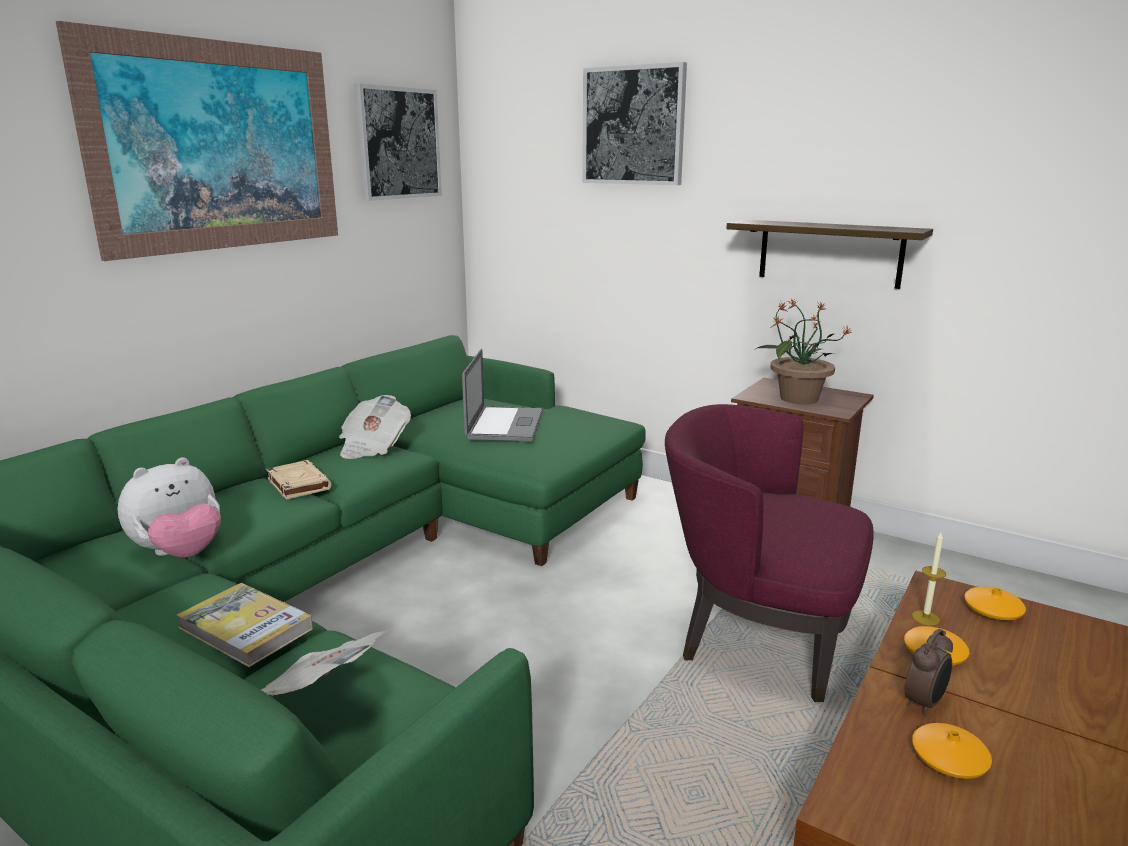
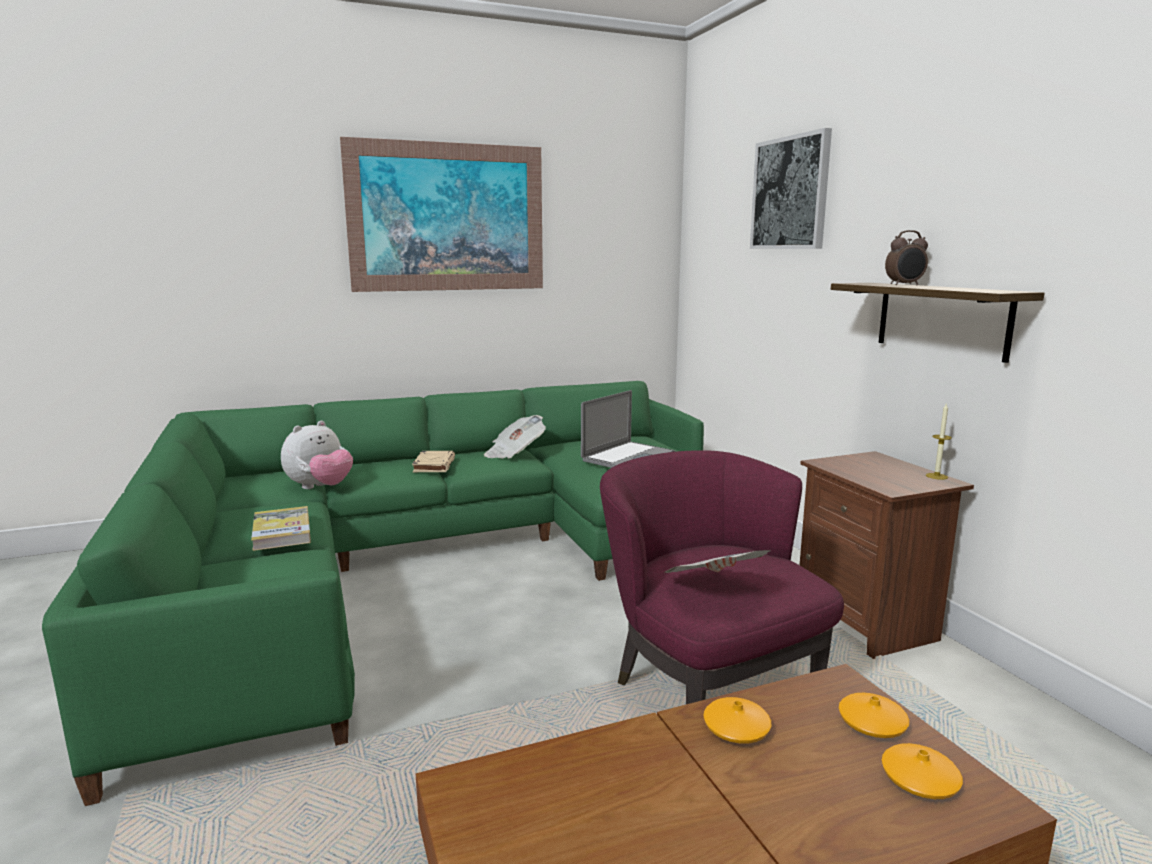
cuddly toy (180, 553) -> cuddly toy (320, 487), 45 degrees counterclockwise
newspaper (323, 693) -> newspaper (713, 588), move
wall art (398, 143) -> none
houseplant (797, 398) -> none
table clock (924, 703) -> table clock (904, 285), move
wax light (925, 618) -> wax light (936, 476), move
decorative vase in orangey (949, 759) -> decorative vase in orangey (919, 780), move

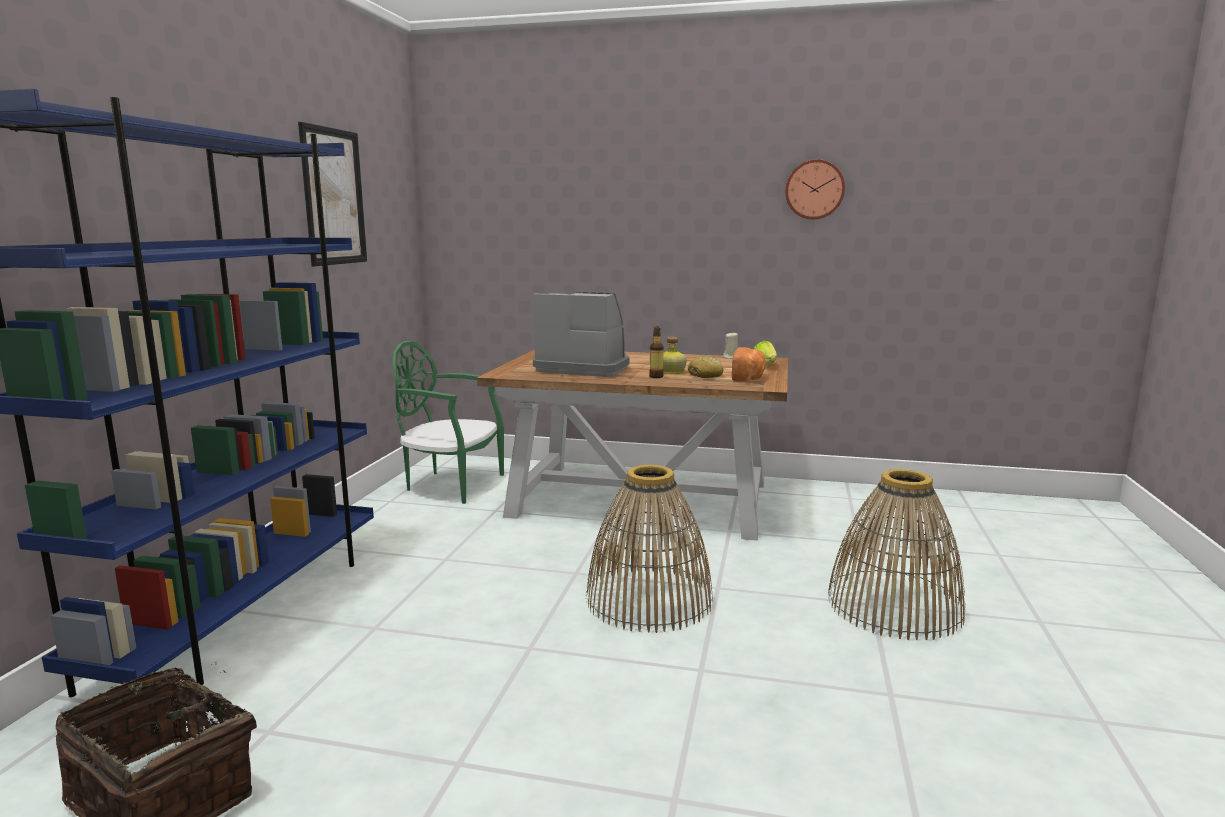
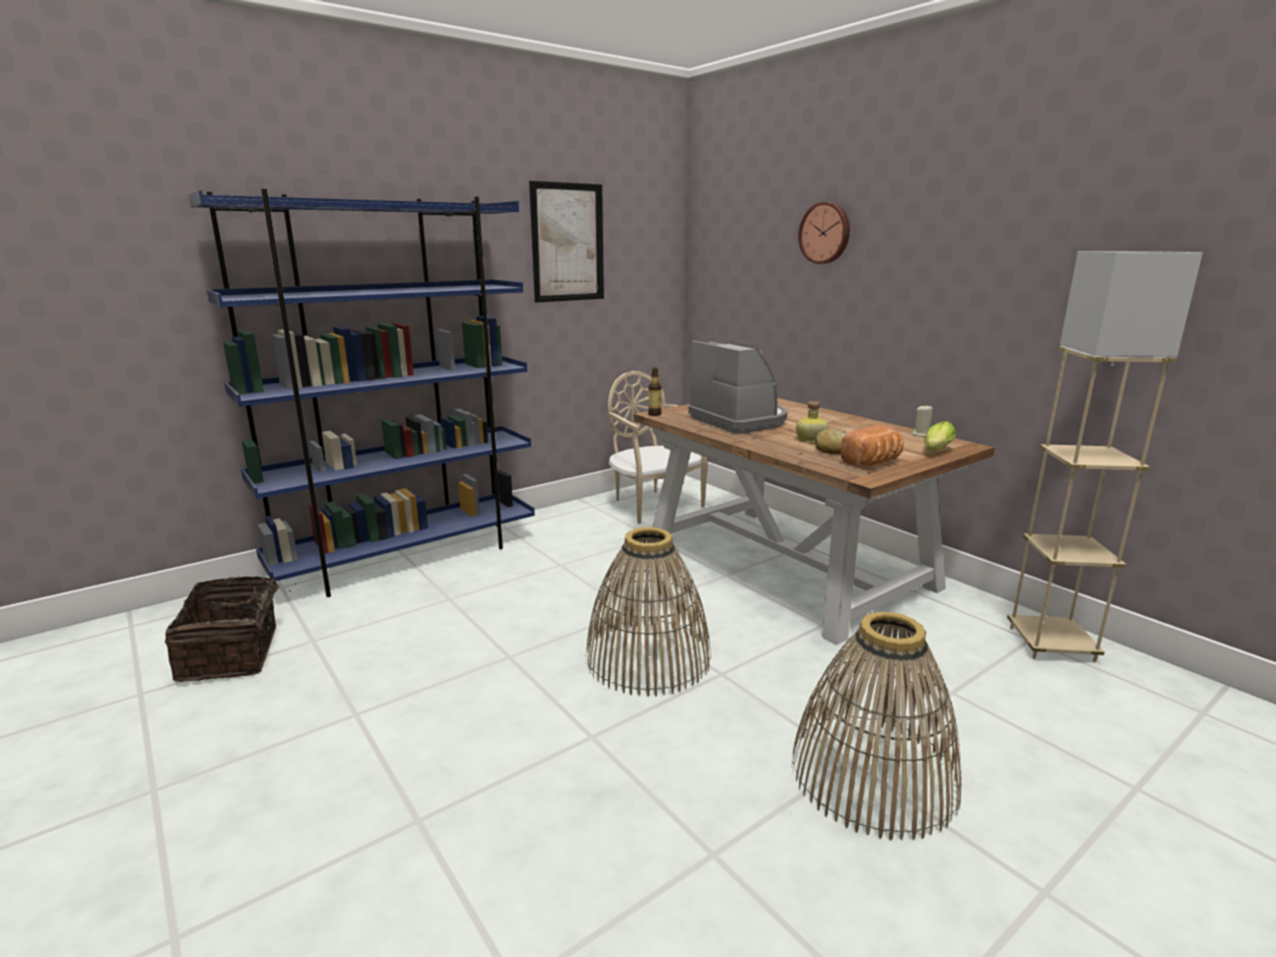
upright chair in green-coloured (451, 484) -> upright chair in sand-coloured (653, 504)
drink bottle (656, 377) -> drink bottle (654, 414), move
hanging clock (814, 189) -> hanging clock (825, 233), move
none -> standing lamp in sand-coloured (1051, 644)

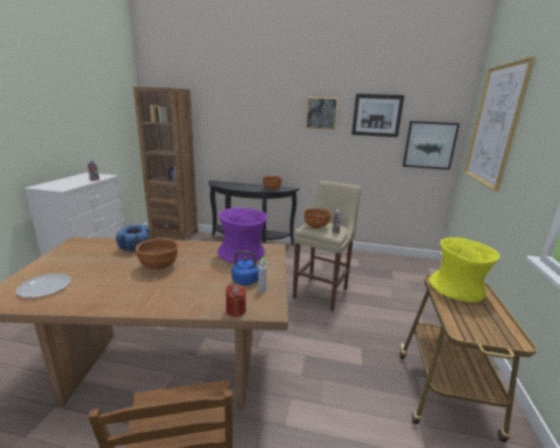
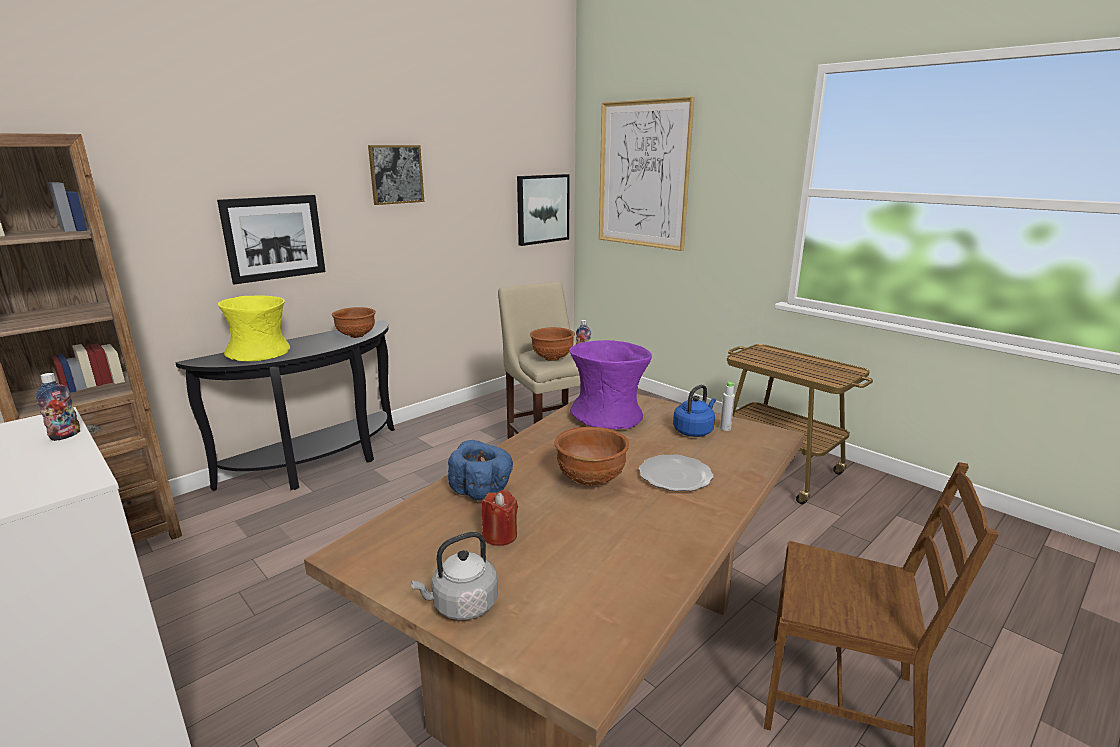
plate (45, 287) -> plate (676, 475), move
wax light in reddish (235, 310) -> wax light in reddish (500, 536), move
wall art (377, 115) -> wall art (274, 238), move
decorative vase in yellow (457, 289) -> decorative vase in yellow (260, 353), move
none -> water kettle in greyish (462, 606)

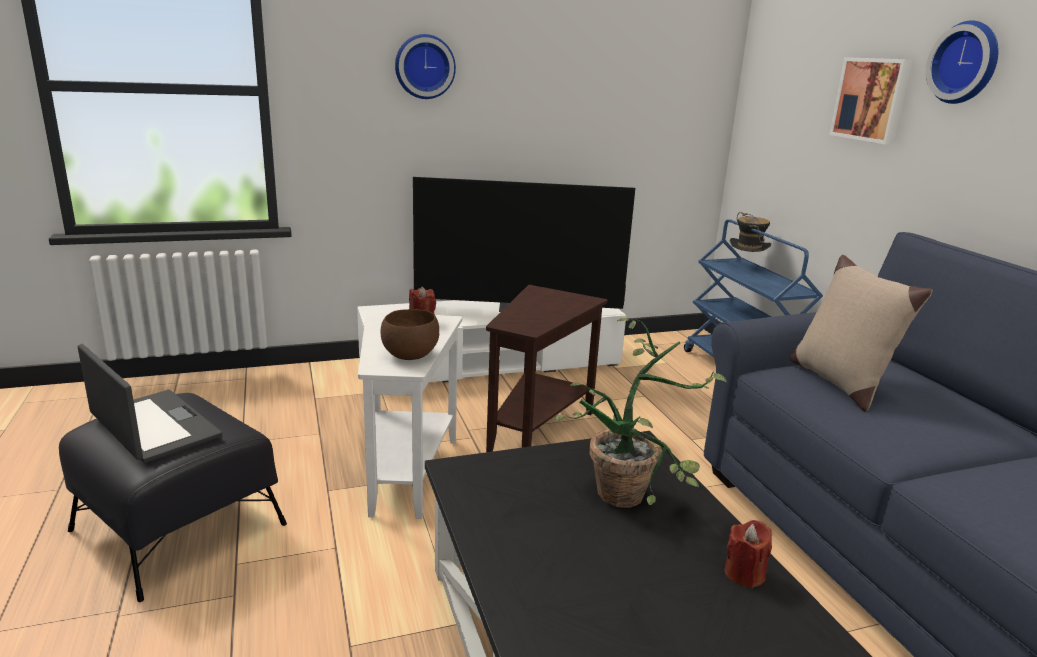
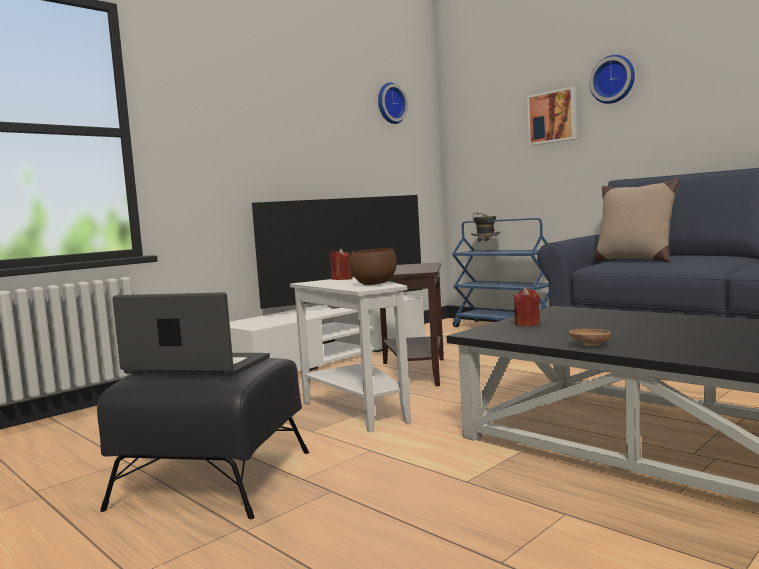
hanging clock (424, 66) -> hanging clock (390, 104), move
houseplant (633, 493) -> none
wax light in reddish (744, 574) -> wax light in reddish (527, 324), move
none -> serving bowl in brownish (590, 345)

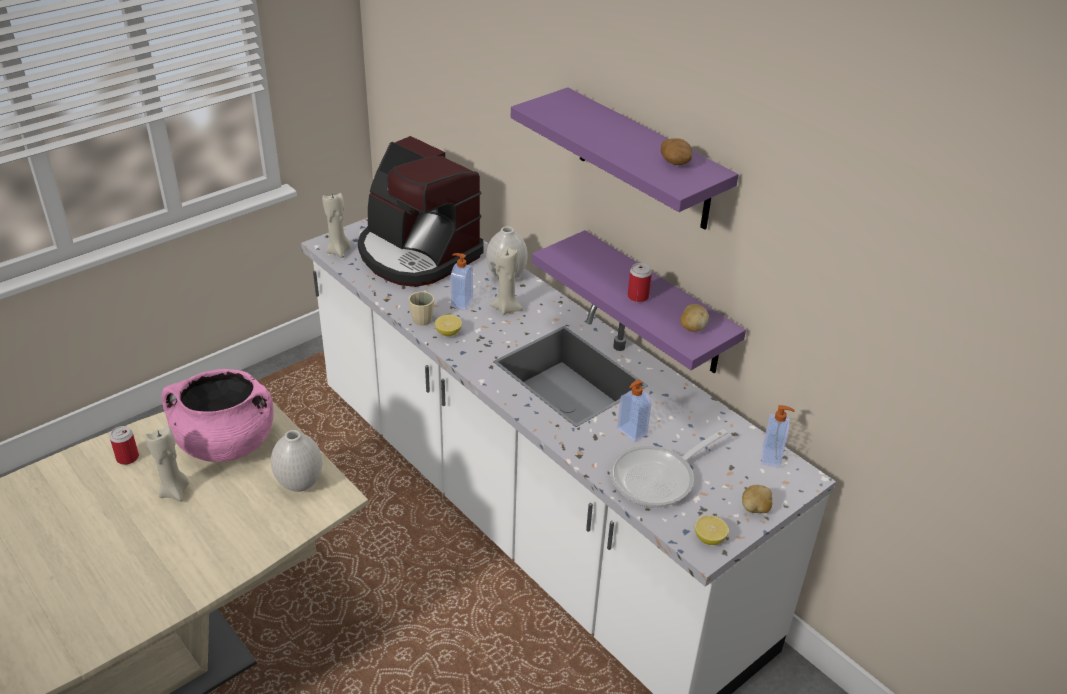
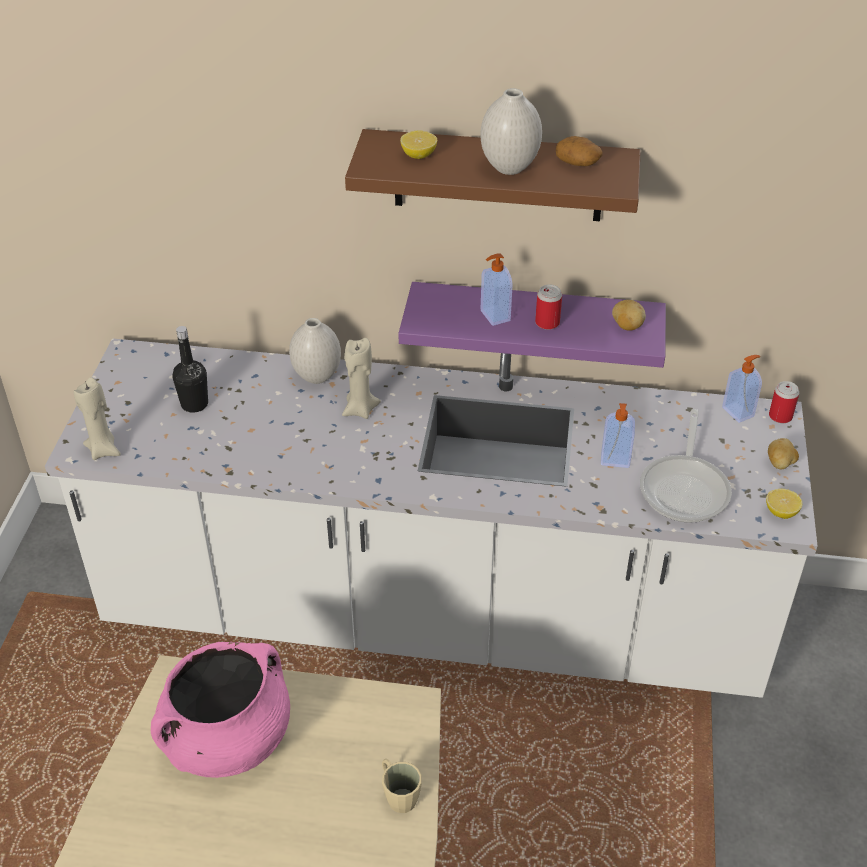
sealed can (127, 458) -> sealed can (780, 416), move
wax light in sand-coloured (175, 491) -> none
decorative vase in whitish (300, 484) -> decorative vase in whitish (510, 168), move
coffee maker (417, 254) -> drink bottle in blackish (194, 404)
tea mug in sand-coloured (423, 317) -> tea mug in sand-coloured (398, 795), move
lemon (448, 333) -> lemon (418, 155), move
soap dispenser (461, 302) -> soap dispenser (494, 316), move
shelf in purple (644, 160) -> shelf in brownish (498, 176)

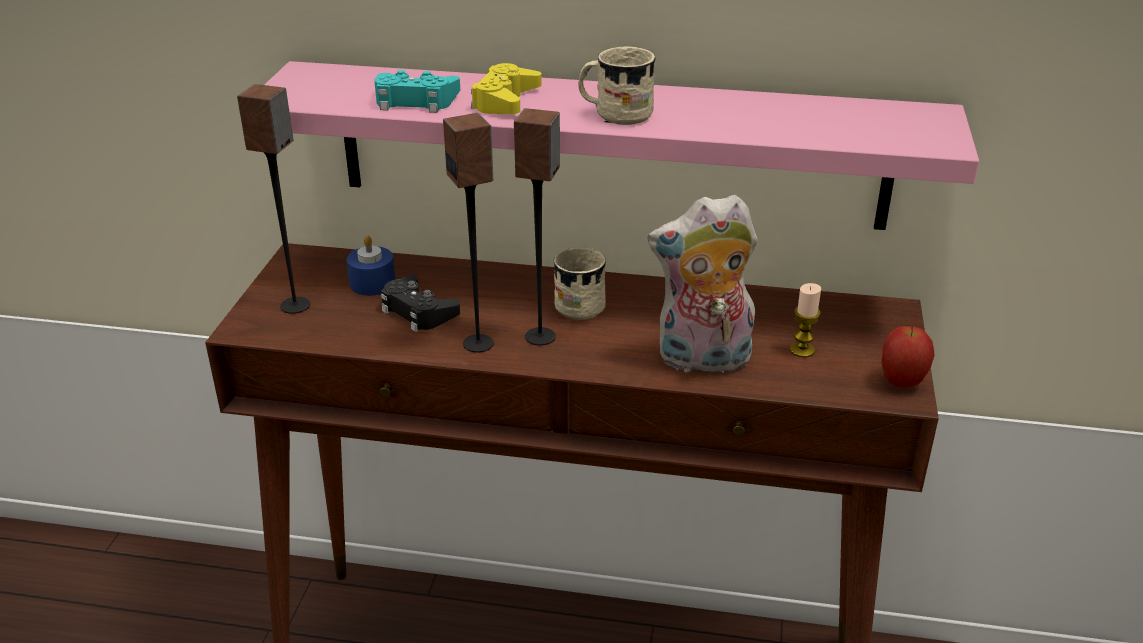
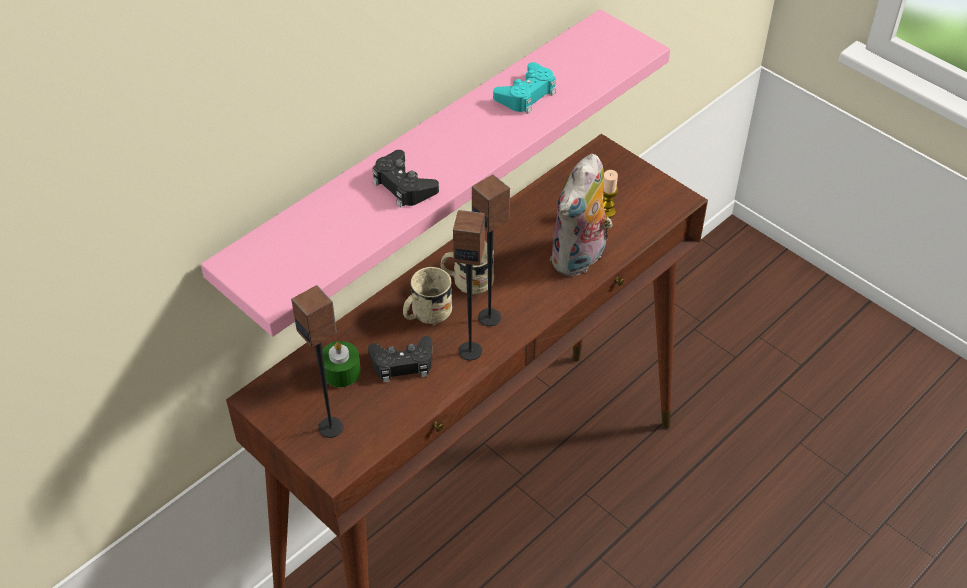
wax light in bluish (372, 283) -> wax light in green-coloured (341, 372)
gamepad in turquoise (415, 101) -> gamepad in turquoise (526, 94), move
gamepad in yellow (505, 101) -> gamepad in blackish (403, 185)
tea mug in sand-coloured (615, 114) -> tea mug in sand-coloured (426, 314), move
apple (901, 383) -> none

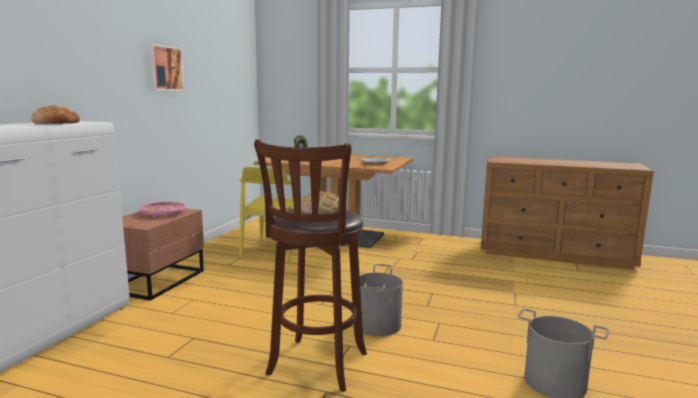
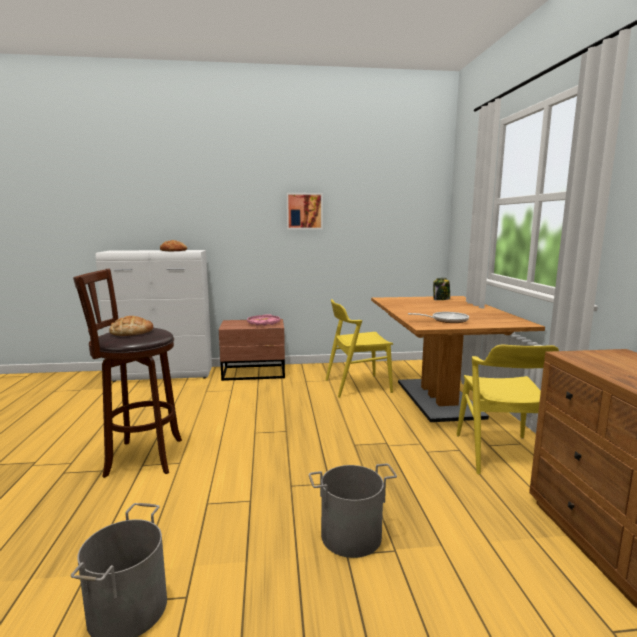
water bucket in greyish (378, 324) -> water bucket in greyish (351, 536), move
none -> upright chair in yellow (501, 454)

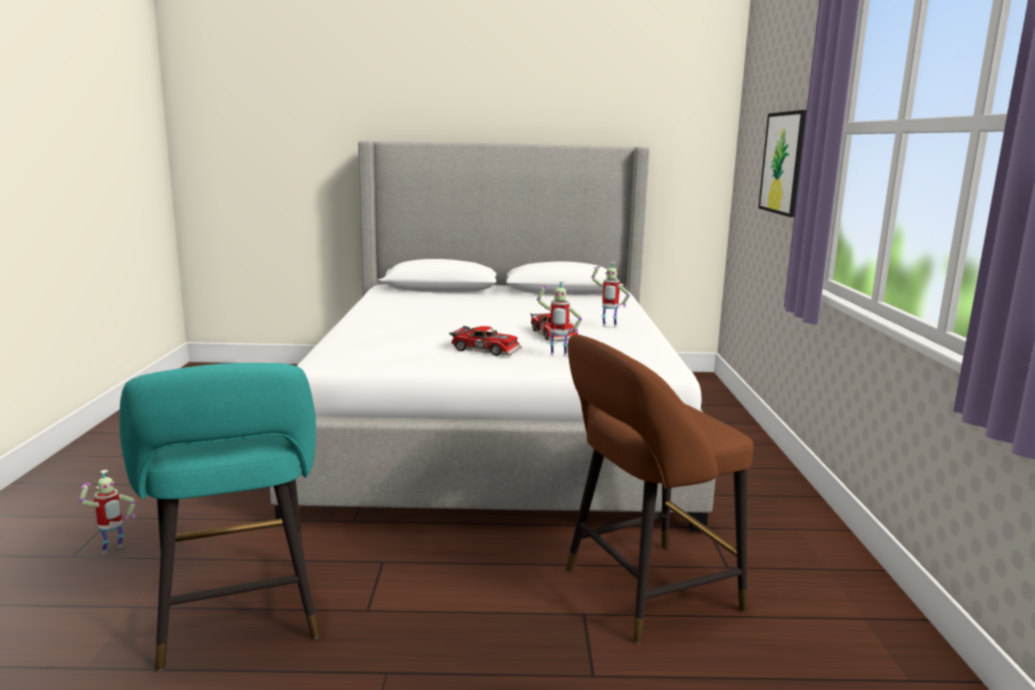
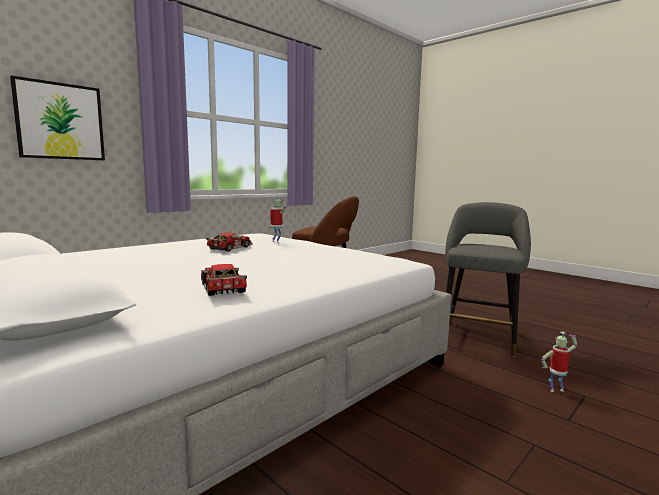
sitting stool in turquoise (238, 619) -> sitting stool in greyish (478, 336)
model car (486, 349) -> model car (220, 288), move
robot figure (608, 327) -> none

